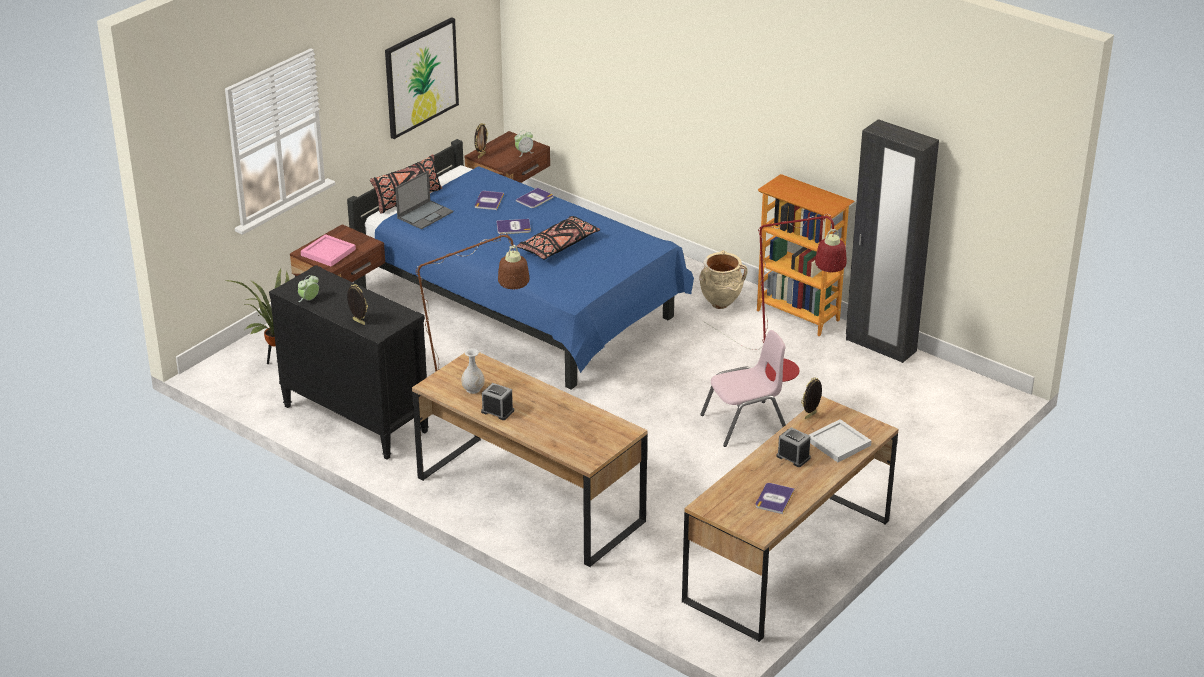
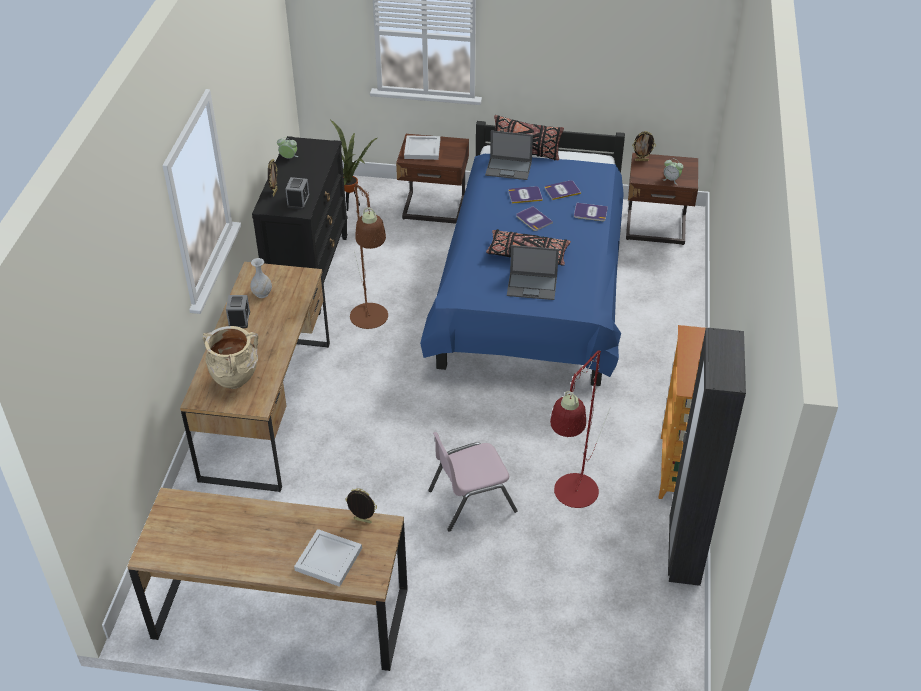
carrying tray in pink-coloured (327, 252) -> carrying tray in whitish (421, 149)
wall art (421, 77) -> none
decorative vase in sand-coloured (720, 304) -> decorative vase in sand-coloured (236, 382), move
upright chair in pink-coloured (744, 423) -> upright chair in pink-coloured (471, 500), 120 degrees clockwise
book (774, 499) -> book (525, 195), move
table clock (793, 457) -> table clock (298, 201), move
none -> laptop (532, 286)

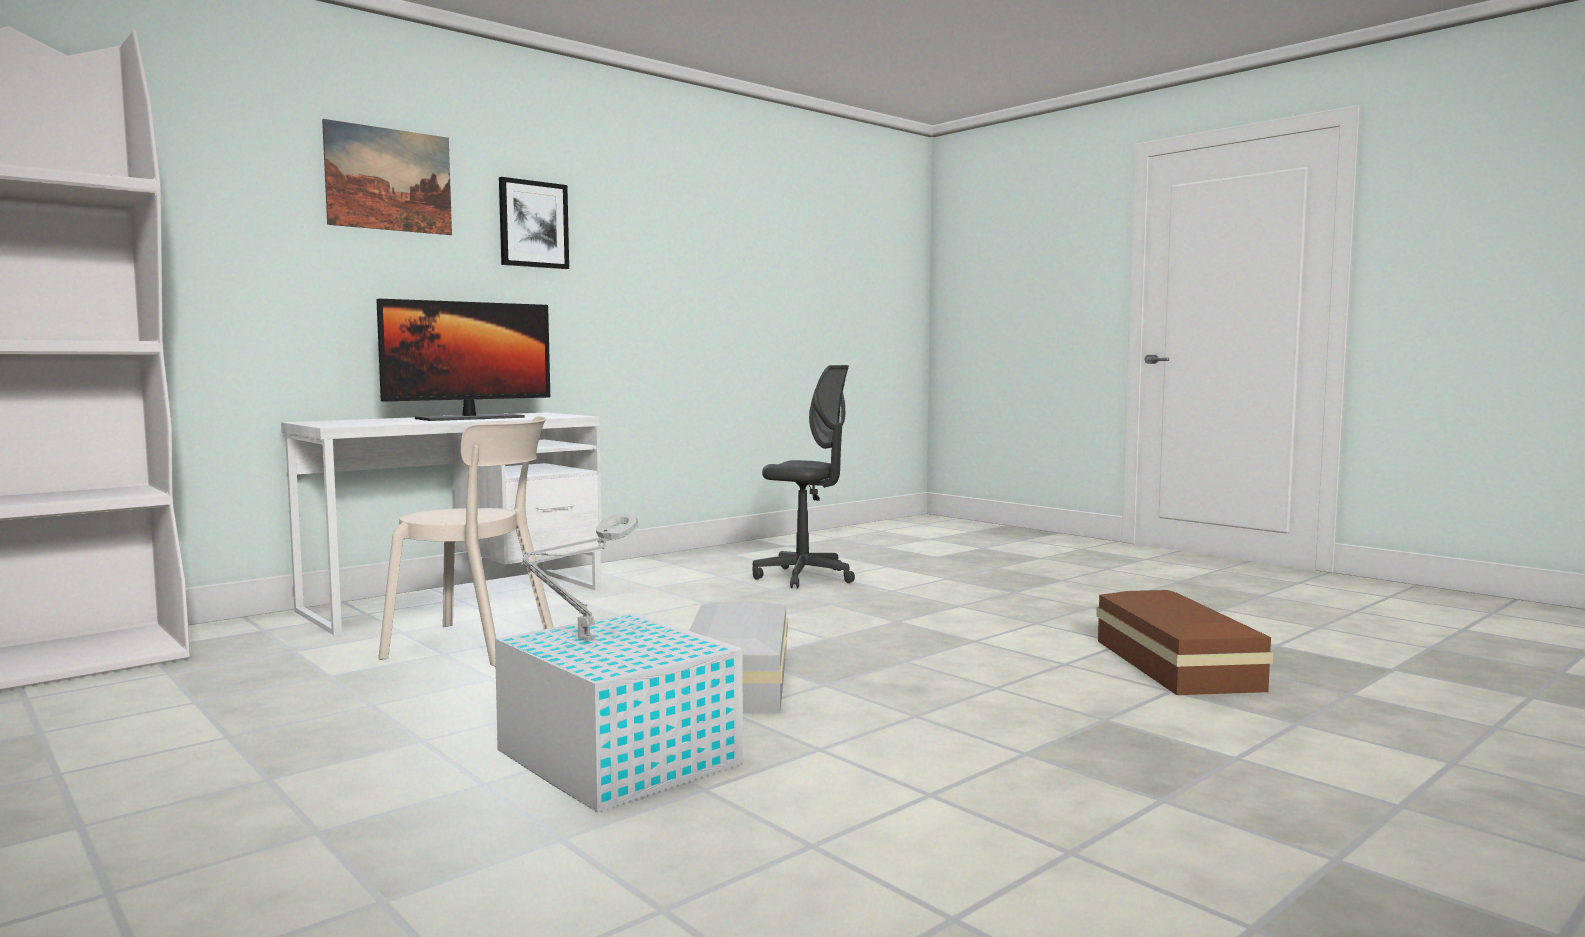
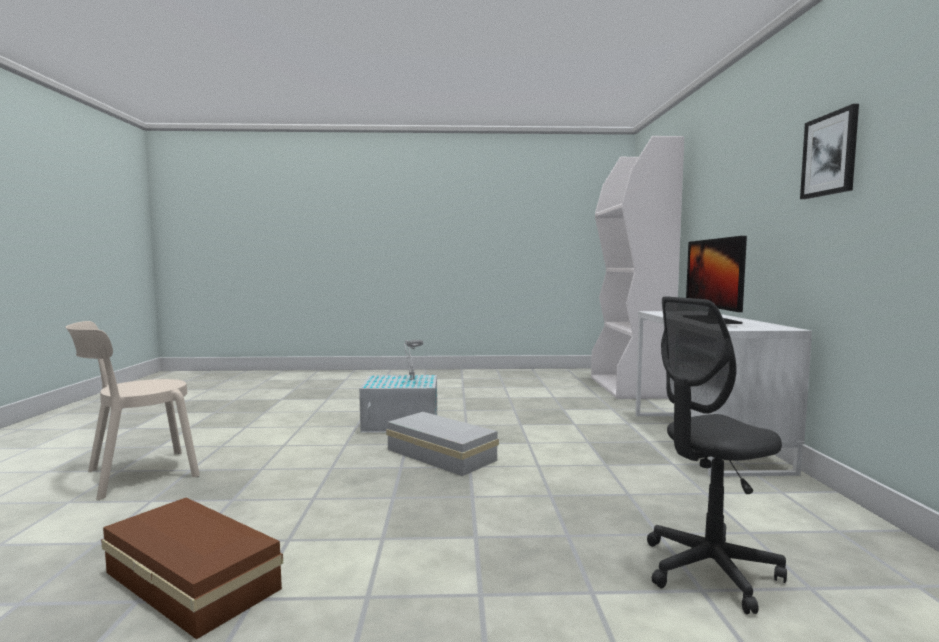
wall art (389, 179) -> none
upright chair in sand-coloured (478, 645) -> upright chair in sand-coloured (136, 475), move

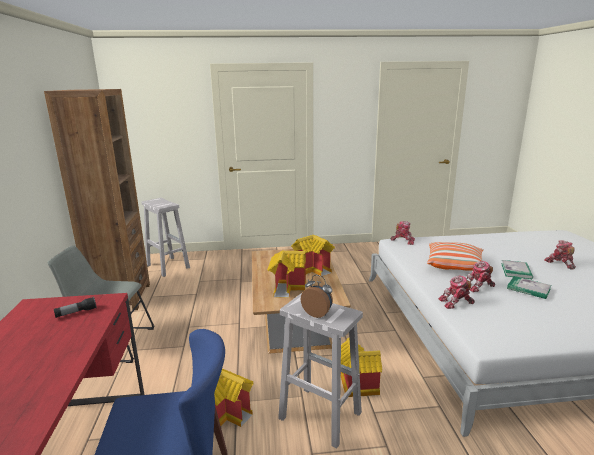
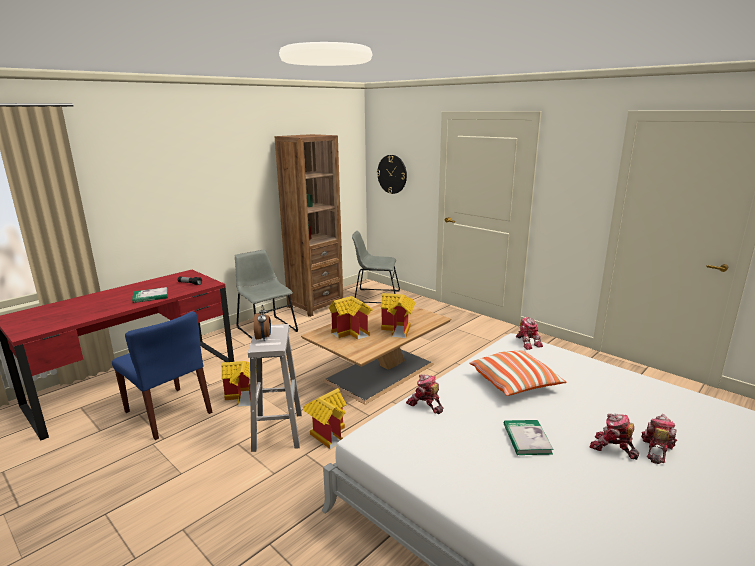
sitting stool in whitish (167, 266) -> upright chair in greyish (375, 296)
robot figure (479, 286) -> robot figure (612, 448), move
book (516, 271) -> book (150, 296), move
none -> hanging clock (392, 174)

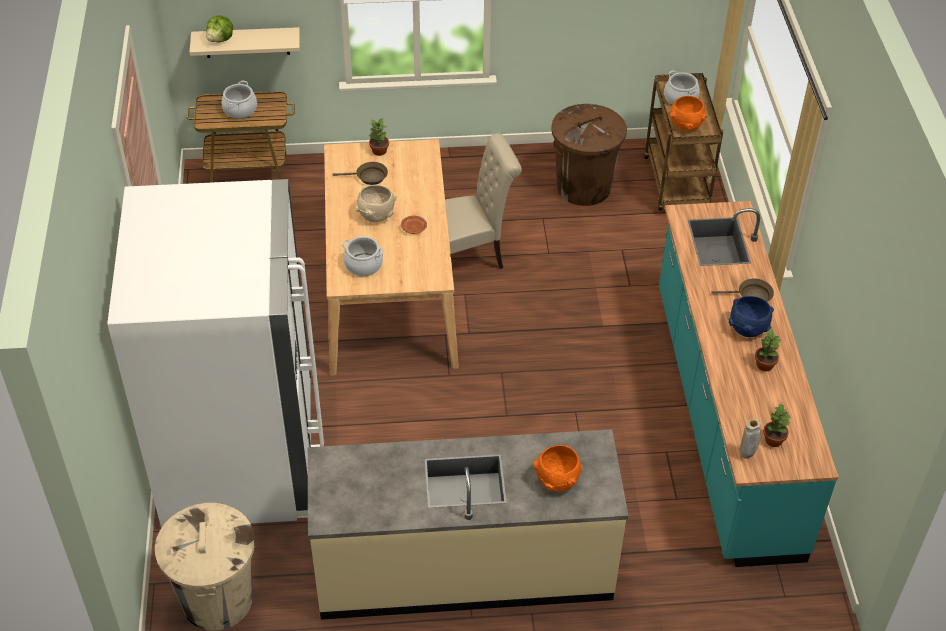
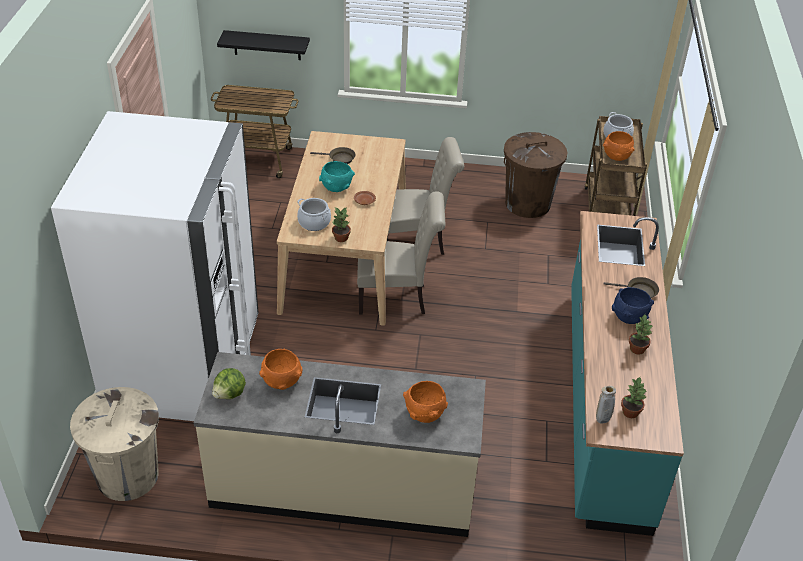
shelf in sand-coloured (247, 42) -> shelf in blackish (267, 45)
lettuce head (221, 40) -> lettuce head (230, 394), move
stockpot (240, 110) -> none
serving bowl in sand-coloured (376, 216) -> serving bowl in turquoise (336, 188)
houseplant (379, 151) -> houseplant (340, 238), move
none -> serving bowl in orangey (281, 381)
none -> upright chair in sand-coloured (397, 298)

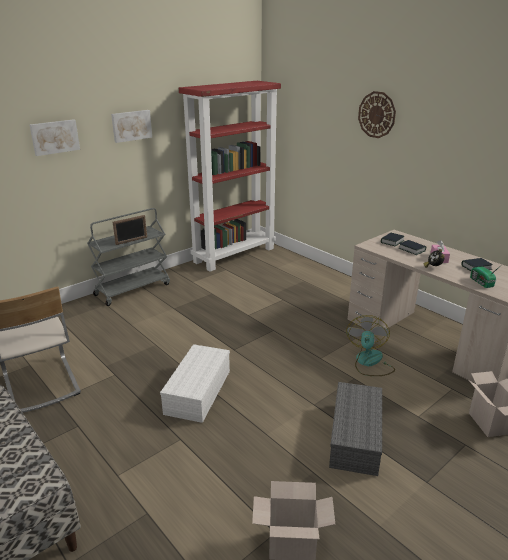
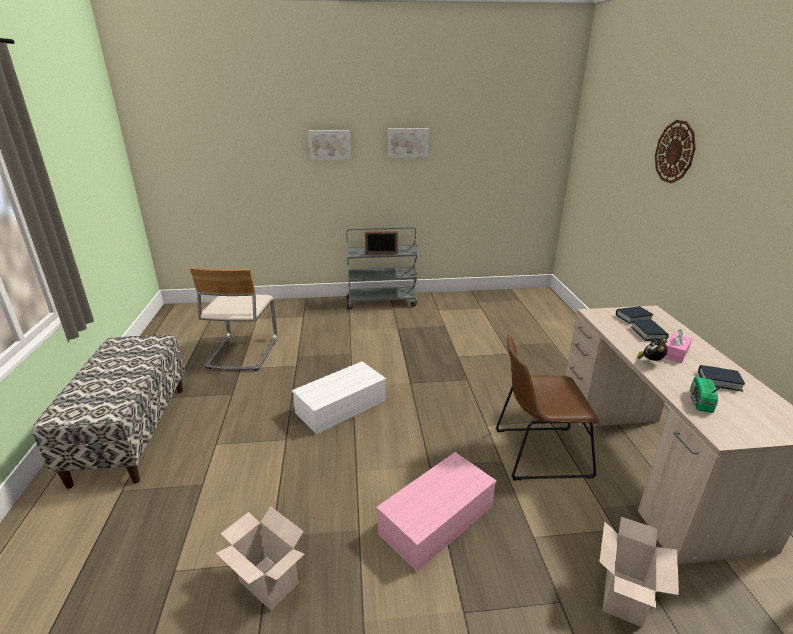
bookcase in reddish (234, 255) -> none
storage container in greyish (356, 438) -> storage container in pink-coloured (436, 521)
fan (369, 362) -> upright chair in brownish (537, 453)

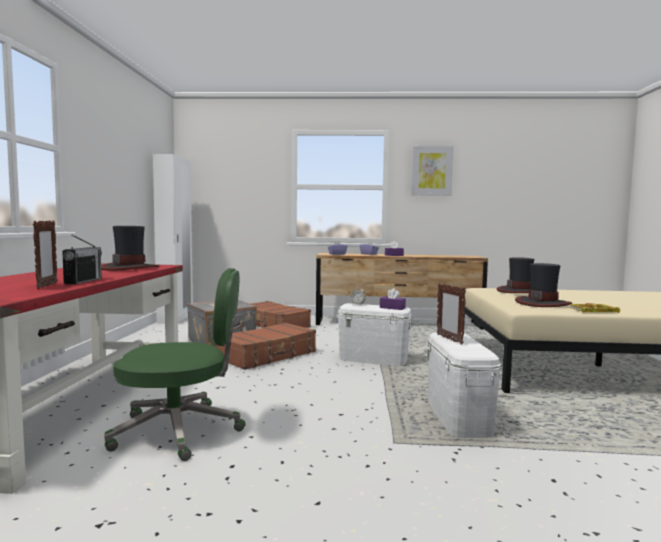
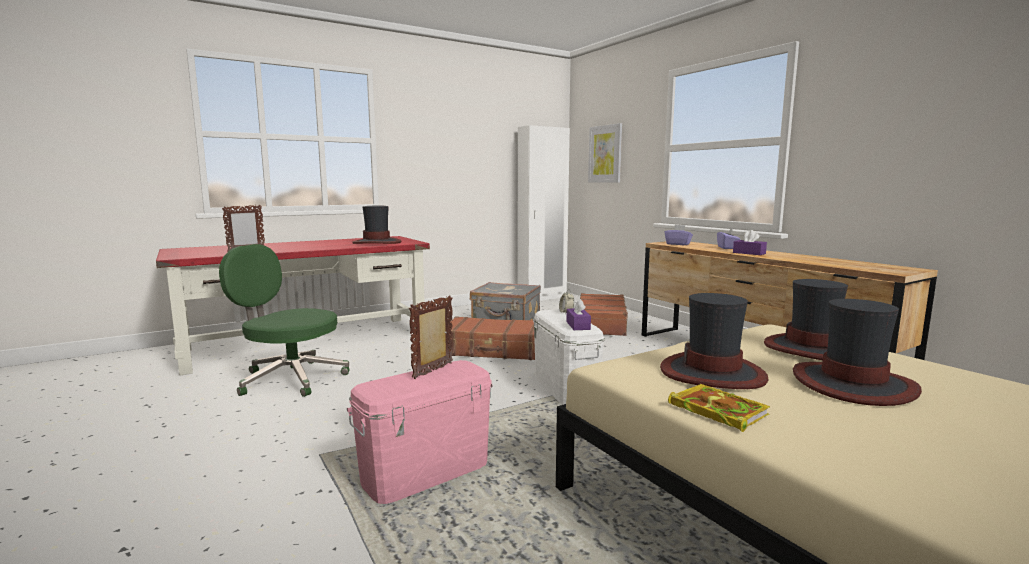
radio receiver (83, 281) -> none
office chair in green-coloured (180, 430) -> office chair in green-coloured (290, 378), 150 degrees clockwise
wall art (431, 171) -> wall art (605, 154), move
storage container in whitish (458, 417) -> storage container in pink-coloured (426, 473)
none -> clothing hat (853, 384)

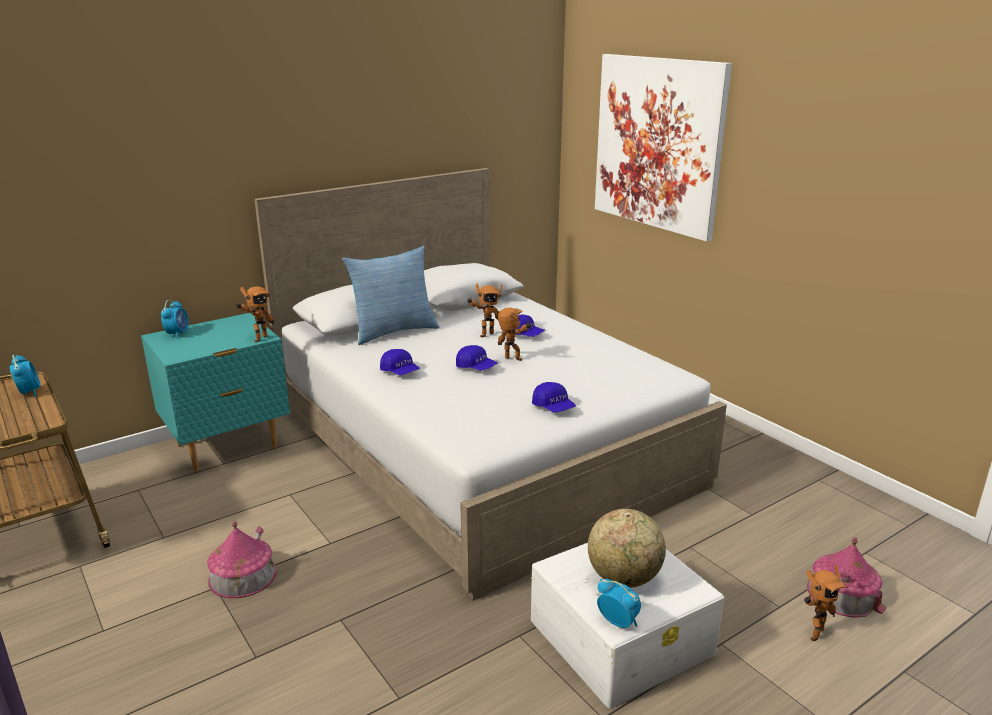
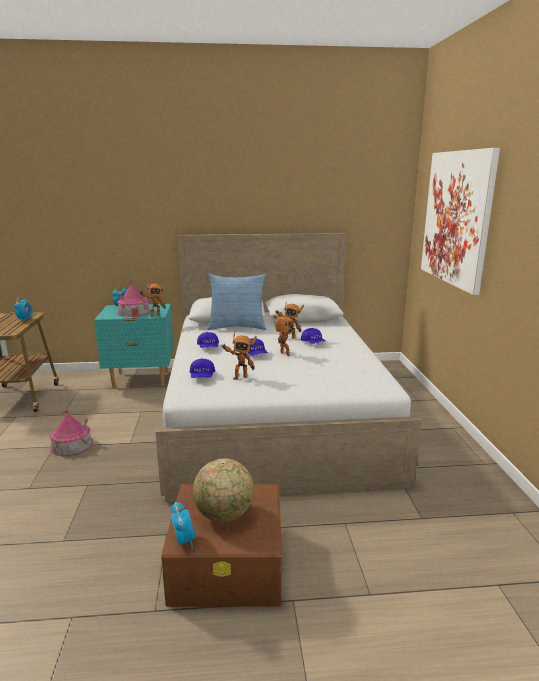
storage container in whitish (622, 636) -> storage container in brownish (228, 563)
cap in bluish (553, 407) -> cap in bluish (202, 377), move
robot figure (813, 633) -> robot figure (239, 377), move
toy house (842, 593) -> toy house (134, 312), move

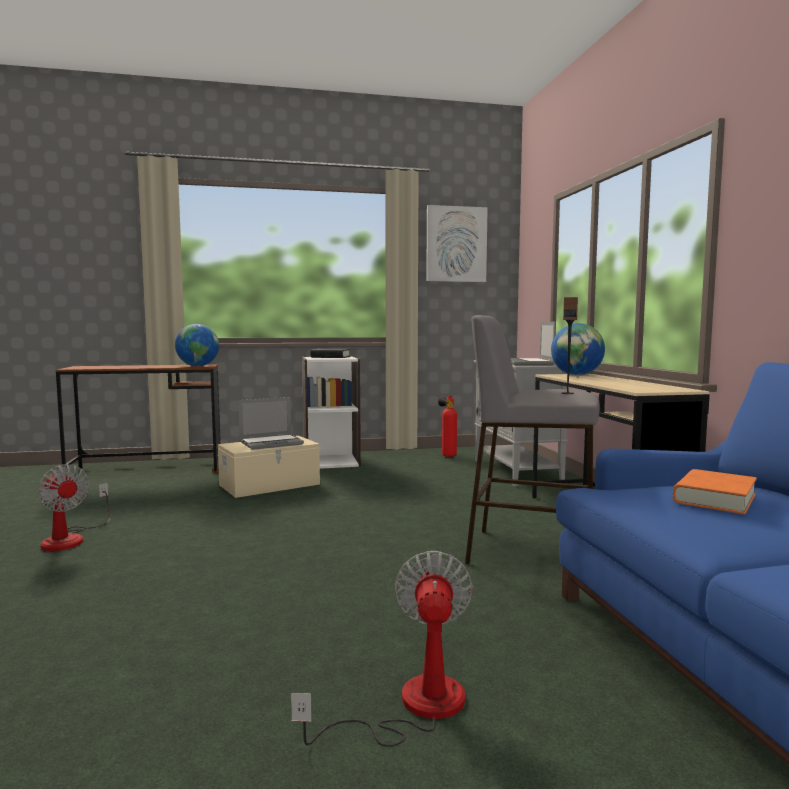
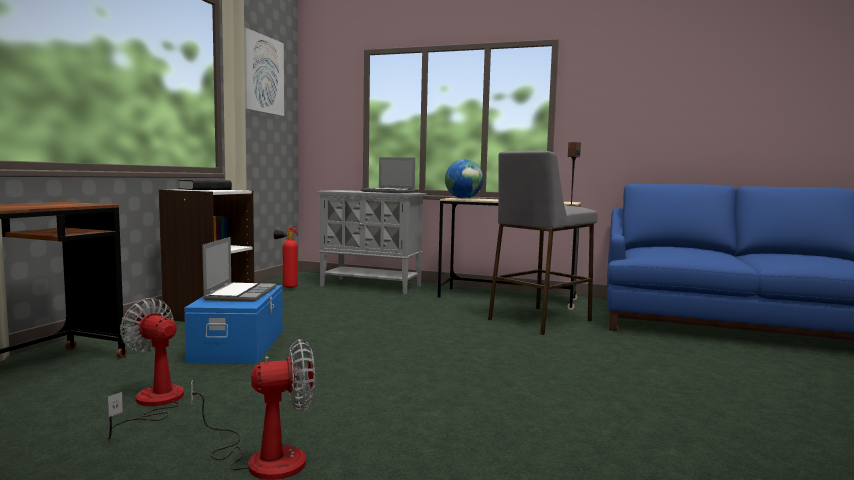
desk globe (198, 366) -> none
storage container in sand-coloured (270, 485) -> storage container in bluish (240, 345)
fan (413, 707) -> fan (153, 404), move
book in orangey (714, 499) -> none

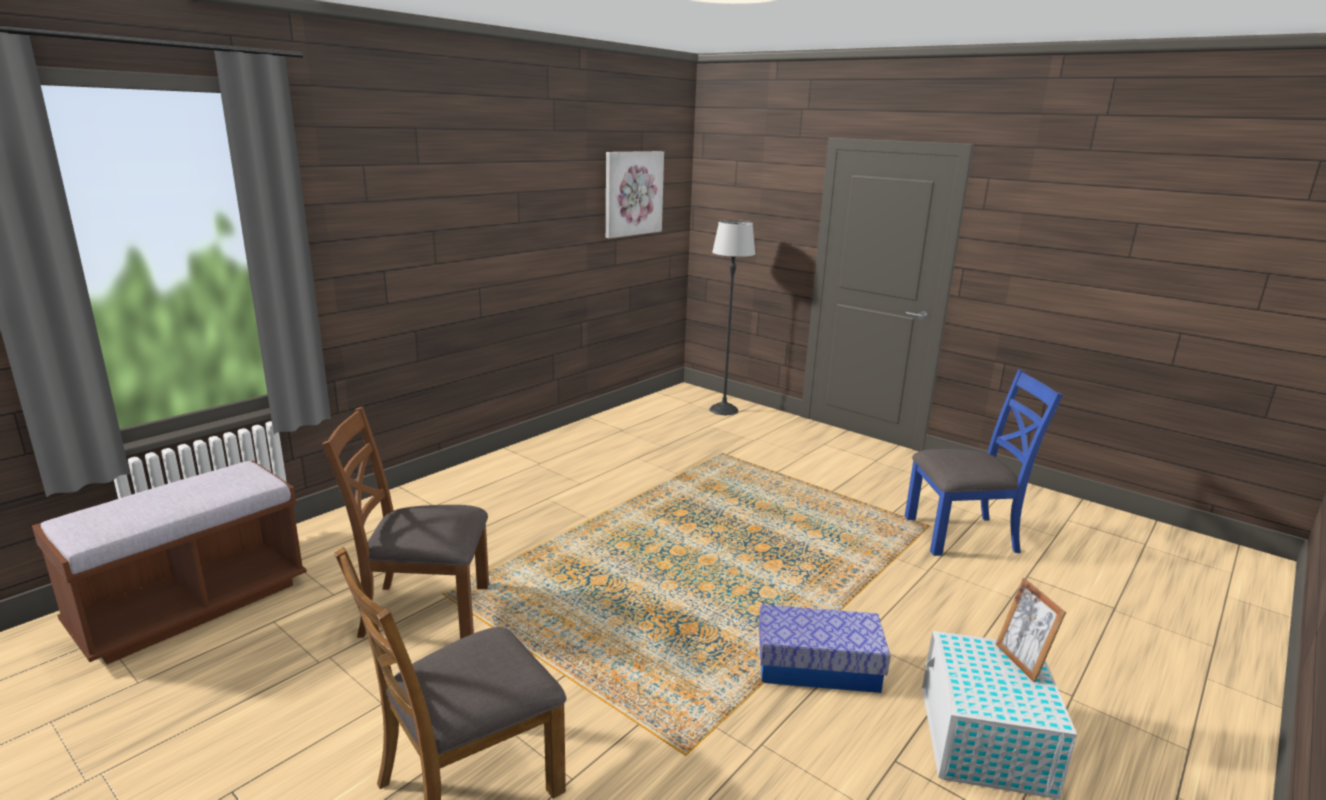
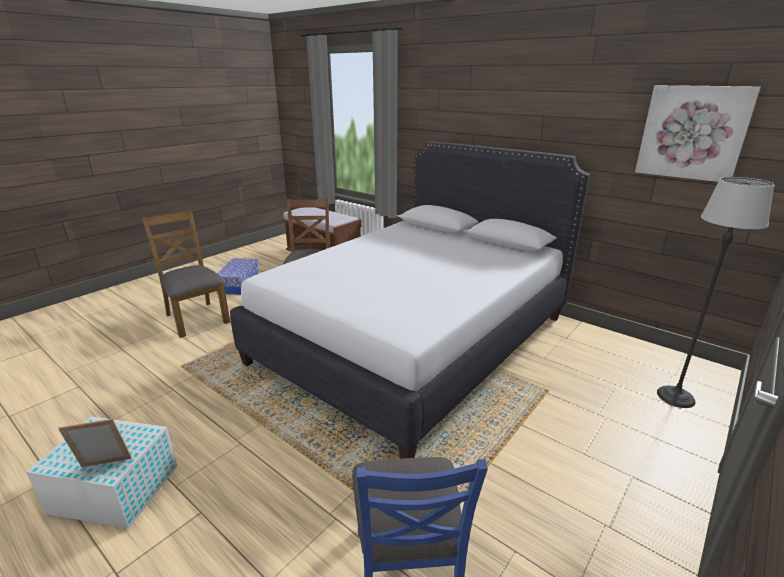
storage container (818, 666) -> storage container (239, 284), move
none -> bed in whitish (414, 338)

